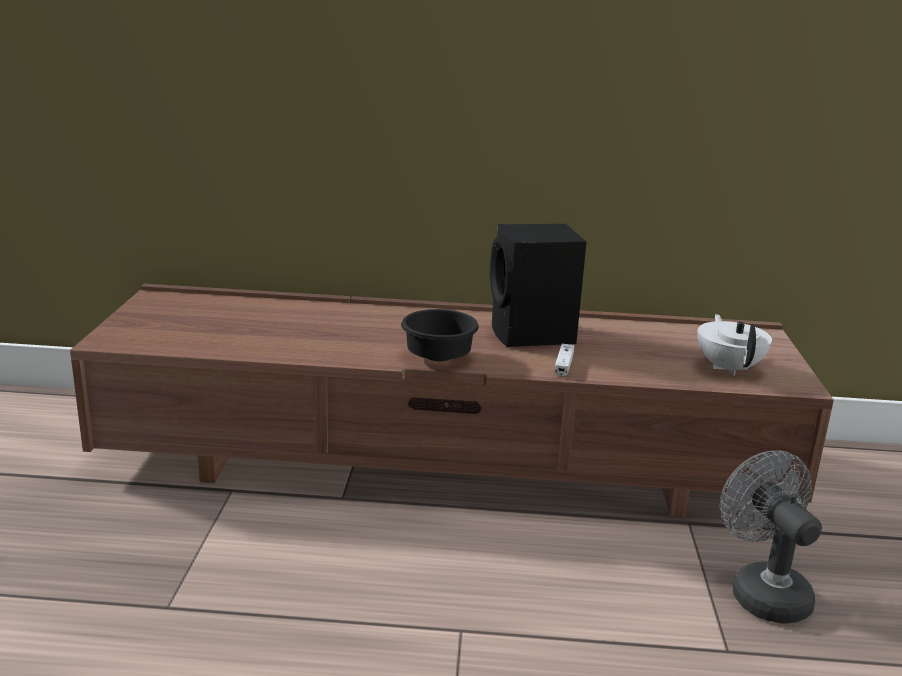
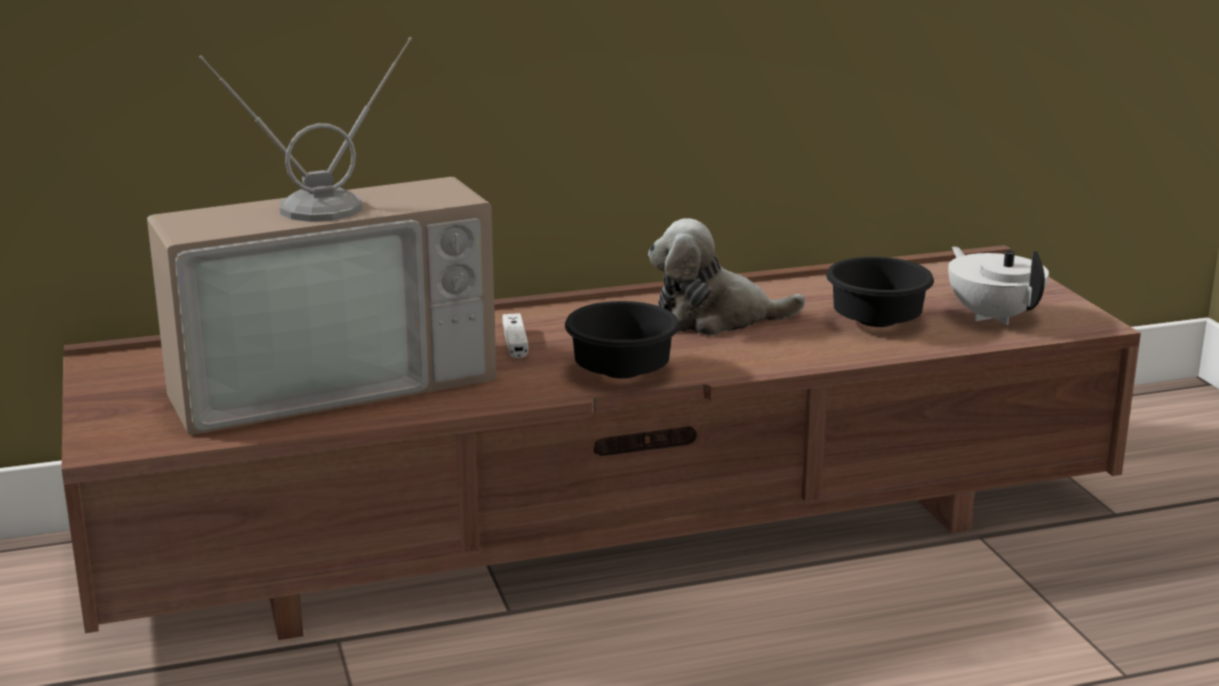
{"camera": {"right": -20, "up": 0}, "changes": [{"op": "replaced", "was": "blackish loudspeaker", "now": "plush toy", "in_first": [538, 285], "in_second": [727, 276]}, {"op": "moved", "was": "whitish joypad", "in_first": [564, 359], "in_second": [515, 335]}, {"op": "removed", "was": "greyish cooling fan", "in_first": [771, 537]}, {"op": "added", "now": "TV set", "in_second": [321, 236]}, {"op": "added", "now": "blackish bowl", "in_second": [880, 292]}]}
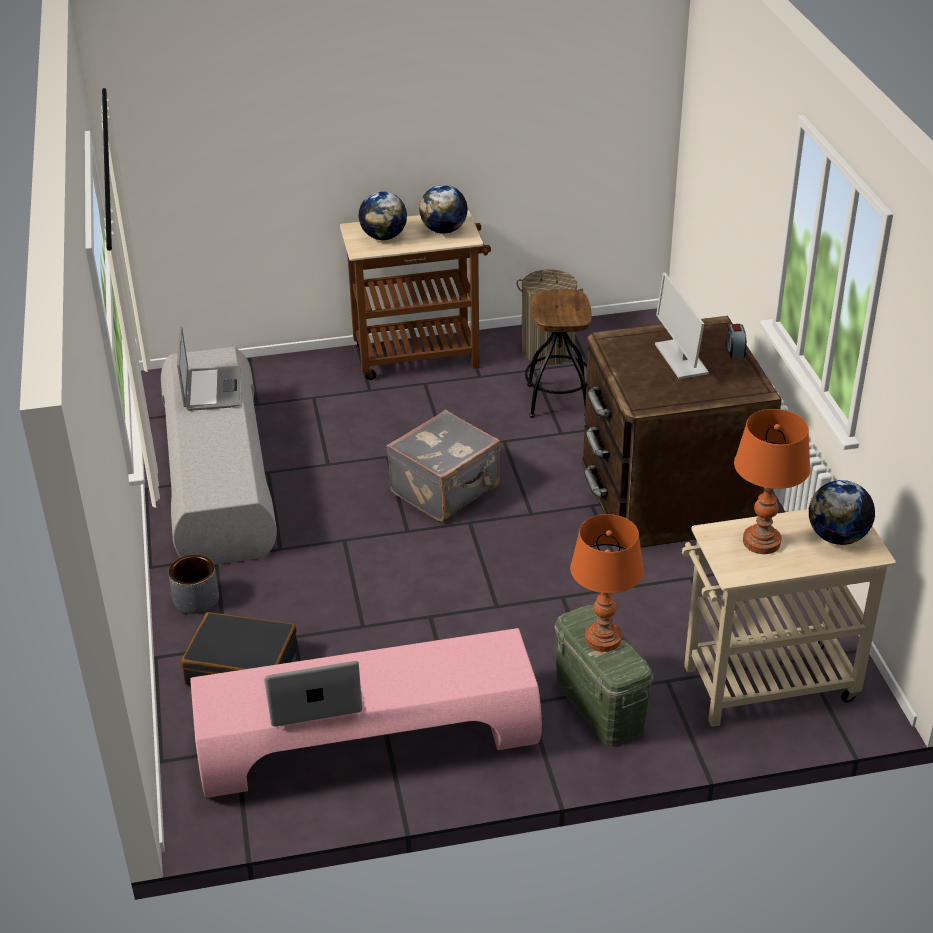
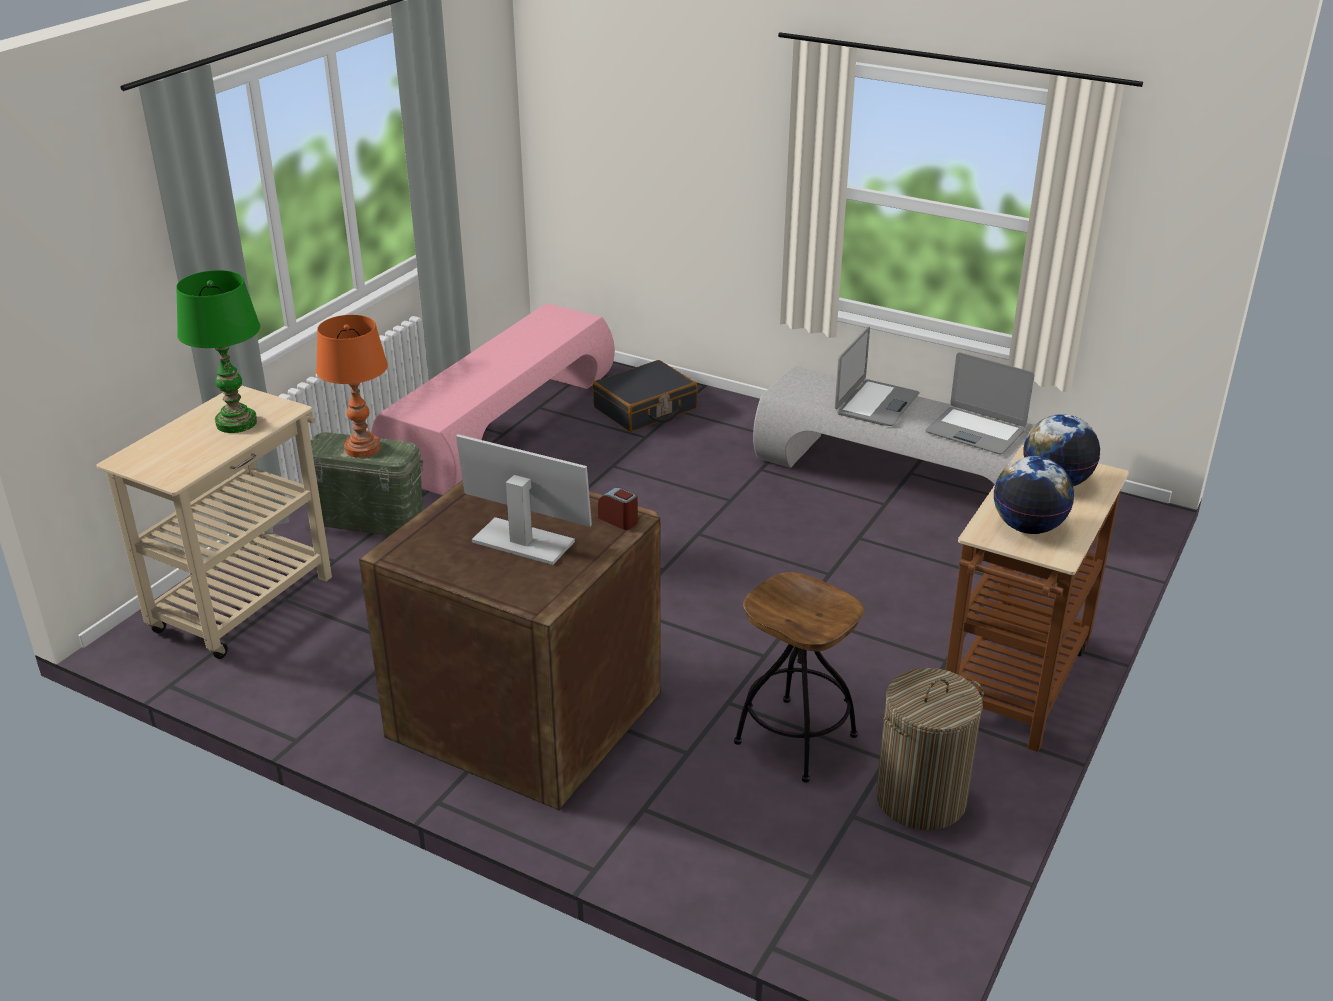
{"camera": {"right": 130, "up": -5}, "changes": [{"op": "moved", "was": "table clock", "in_first": [736, 341], "in_second": [618, 508]}, {"op": "recoloured", "was": "orangey table lamp", "now": "green table lamp", "in_first": [772, 481], "in_second": [218, 351]}, {"op": "removed", "was": "greyish suitcase", "in_first": [443, 466]}, {"op": "removed", "was": "globe", "in_first": [842, 512]}, {"op": "removed", "was": "greyish planter", "in_first": [193, 584]}, {"op": "moved", "was": "notebook computer", "in_first": [313, 694], "in_second": [877, 376]}]}
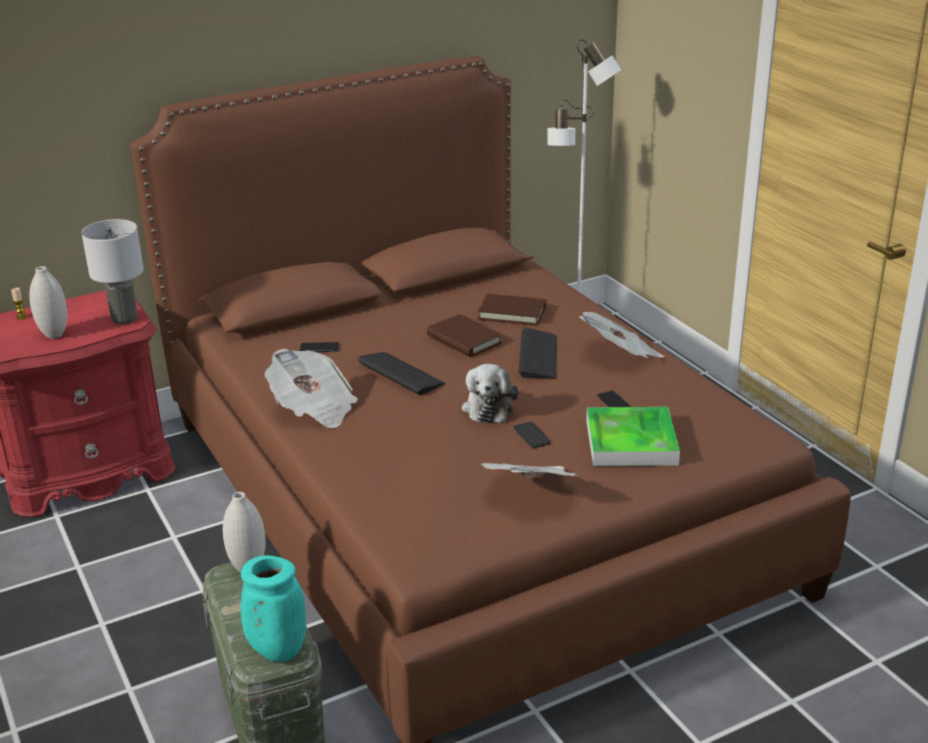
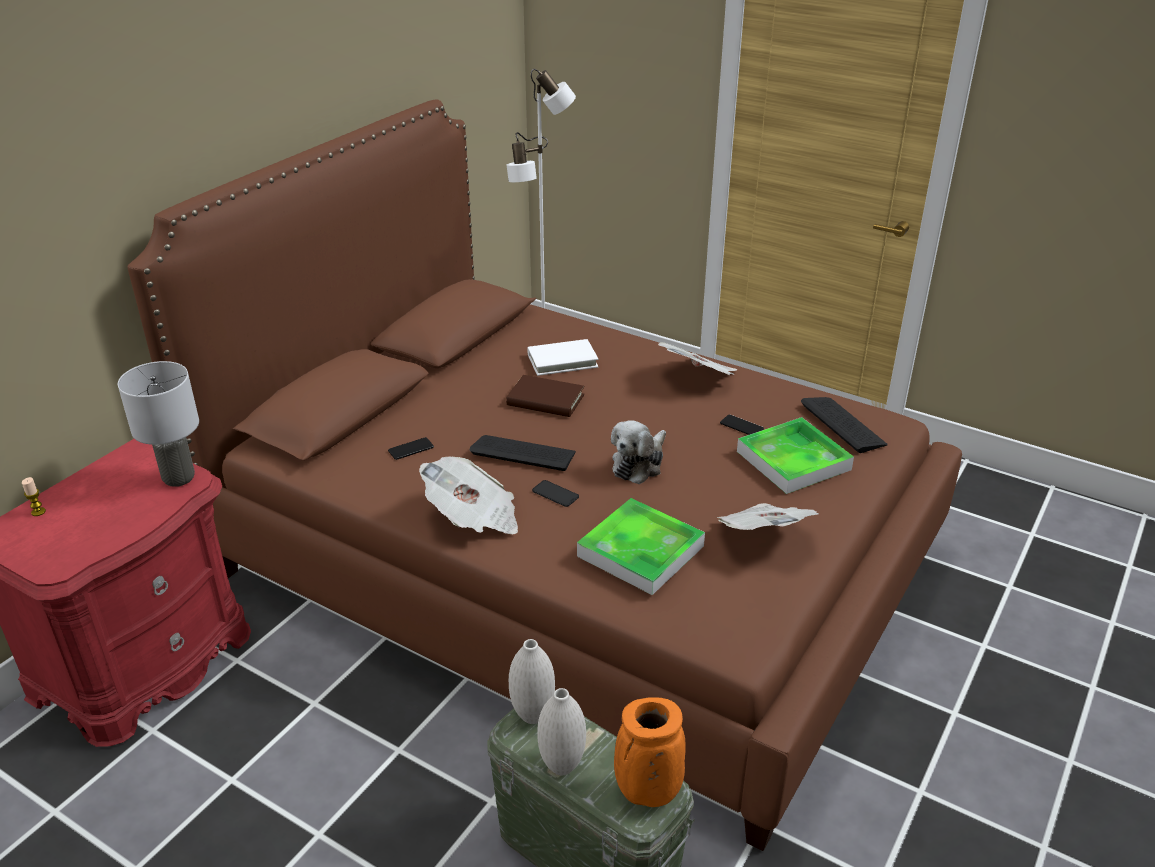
{"camera": {"right": -30, "up": 5}, "changes": [{"op": "moved", "was": "whitish flower vase", "in_first": [48, 302], "in_second": [561, 731]}, {"op": "recoloured", "was": "brown-coloured volume", "now": "whitish volume", "in_first": [512, 310], "in_second": [563, 357]}, {"op": "moved", "was": "computer keyboard", "in_first": [538, 353], "in_second": [844, 425]}, {"op": "turned", "was": "plush toy", "in_first": [490, 393], "in_second": [638, 452], "clockwise": 60}, {"op": "moved", "was": "telephone", "in_first": [532, 435], "in_second": [555, 493]}, {"op": "recoloured", "was": "turquoise flower vase", "now": "orangey flower vase", "in_first": [273, 609], "in_second": [650, 752]}, {"op": "added", "now": "serving tray", "in_second": [641, 546]}]}
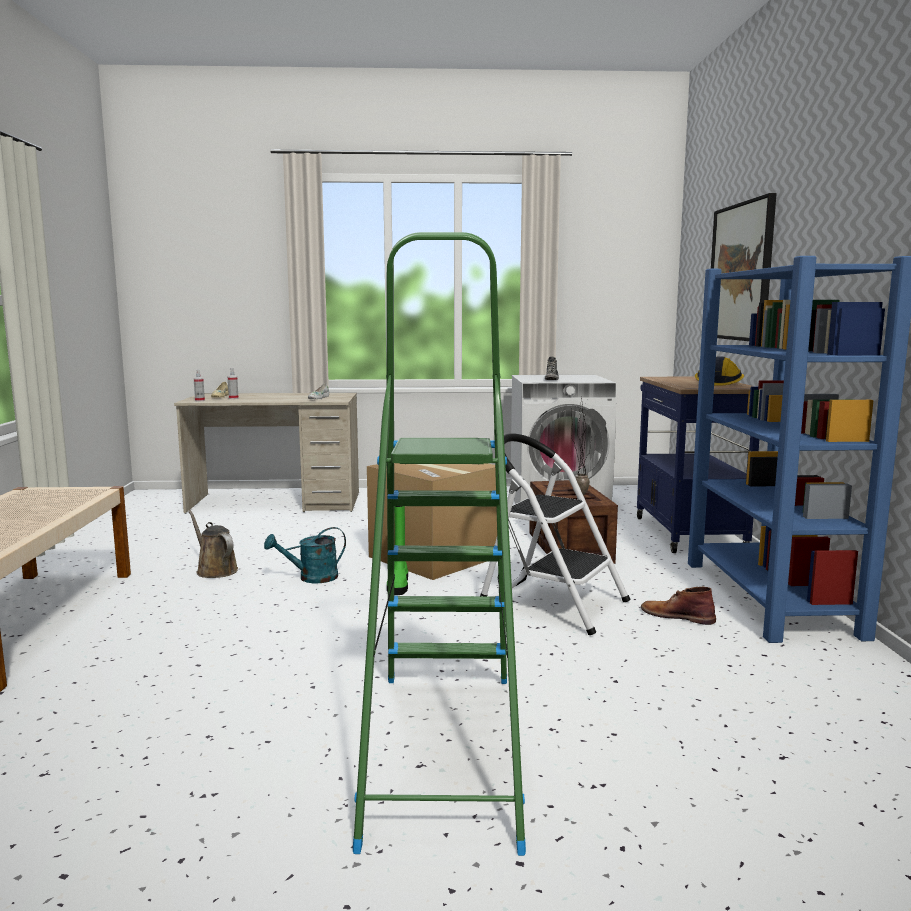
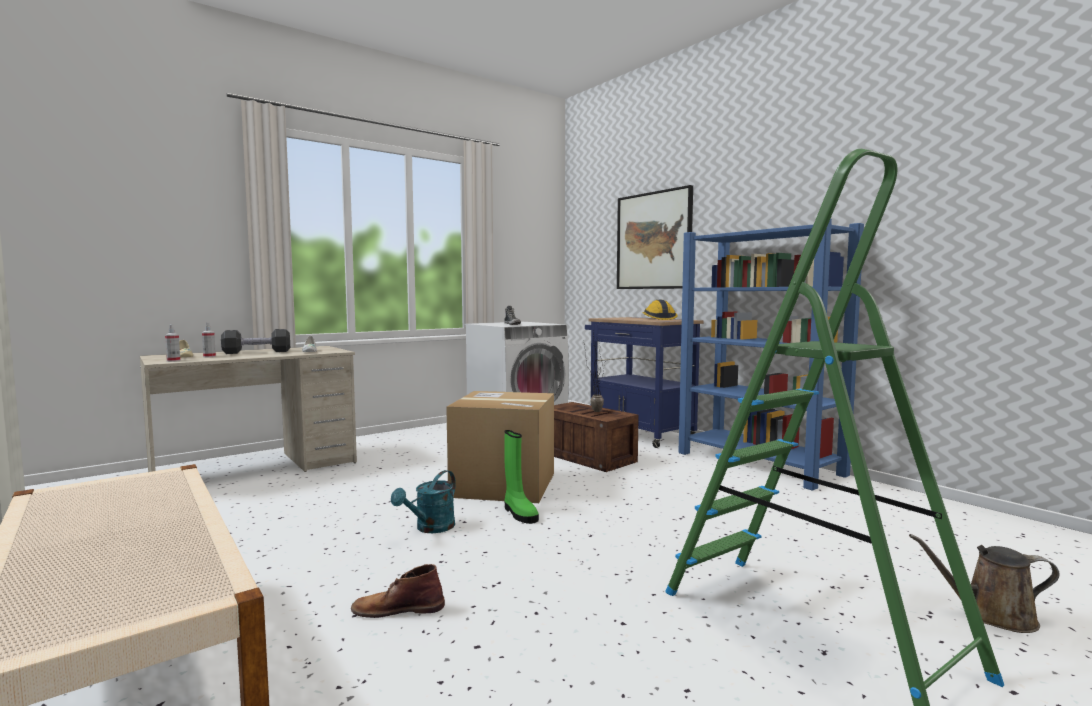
{"camera": {"right": -35, "up": -5}, "changes": [{"op": "removed", "was": "step stool", "in_first": [555, 534]}, {"op": "moved", "was": "brown-coloured watering pot", "in_first": [213, 544], "in_second": [984, 583]}, {"op": "moved", "was": "brown-coloured high-top boot", "in_first": [678, 605], "in_second": [398, 591]}, {"op": "added", "now": "blackish dumbbell", "in_second": [255, 341]}]}
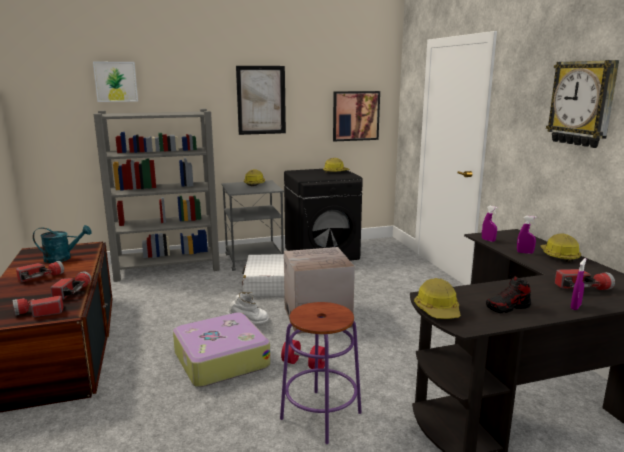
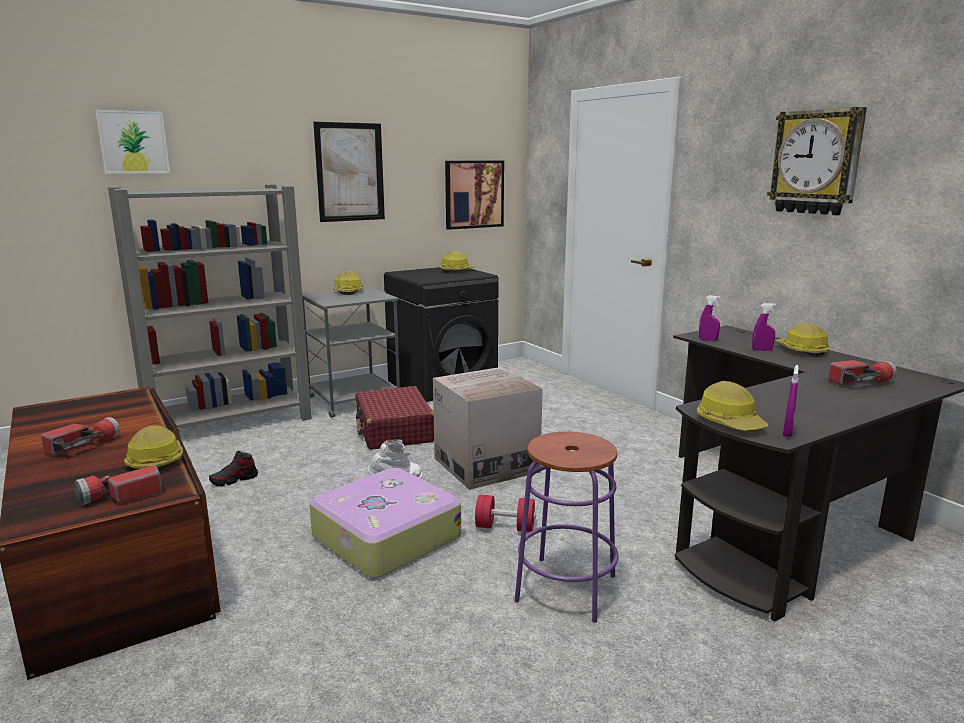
{"camera": {"right": -15, "up": 0}, "changes": [{"op": "removed", "was": "turquoise watering pot", "in_first": [62, 244]}, {"op": "recoloured", "was": "whitish suitcase", "now": "reddish suitcase", "in_first": [263, 275], "in_second": [395, 418]}, {"op": "moved", "was": "purplish sprayer", "in_first": [579, 284], "in_second": [791, 401]}, {"op": "replaced", "was": "flashlight", "now": "work helmet", "in_first": [71, 285], "in_second": [153, 448]}, {"op": "moved", "was": "low shoe", "in_first": [508, 294], "in_second": [233, 469]}]}
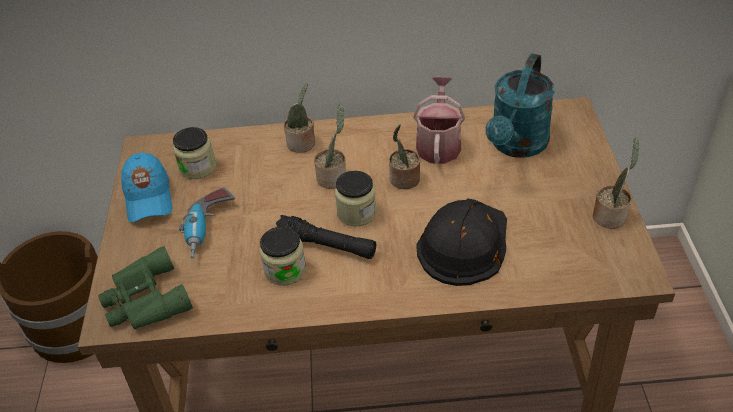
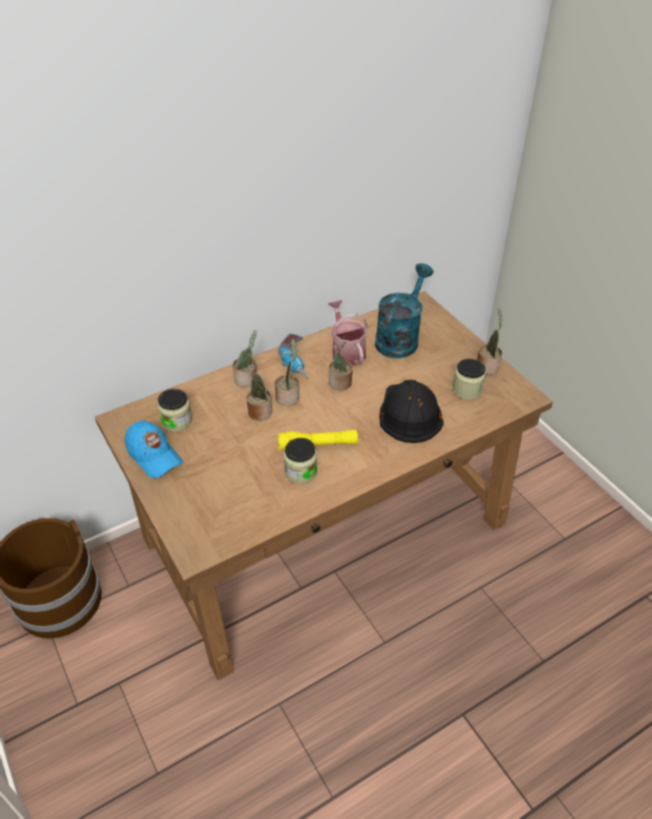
{"camera": {"right": -30, "up": 0}, "changes": [{"op": "turned", "was": "turquoise watering pot", "in_first": [520, 105], "in_second": [404, 310], "clockwise": -150}, {"op": "moved", "was": "storage jar", "in_first": [356, 198], "in_second": [469, 379]}, {"op": "moved", "was": "drill", "in_first": [207, 223], "in_second": [293, 356]}, {"op": "recoloured", "was": "blackish flashlight", "now": "yellowish flashlight", "in_first": [326, 237], "in_second": [318, 440]}, {"op": "removed", "was": "green binoculars", "in_first": [145, 287]}, {"op": "added", "now": "plant in a pot", "in_second": [259, 387]}]}
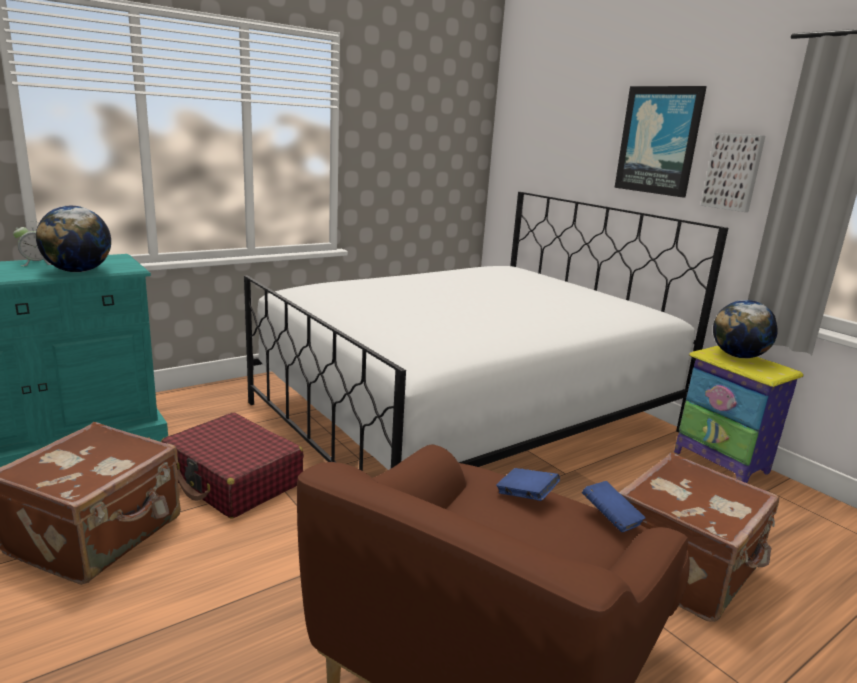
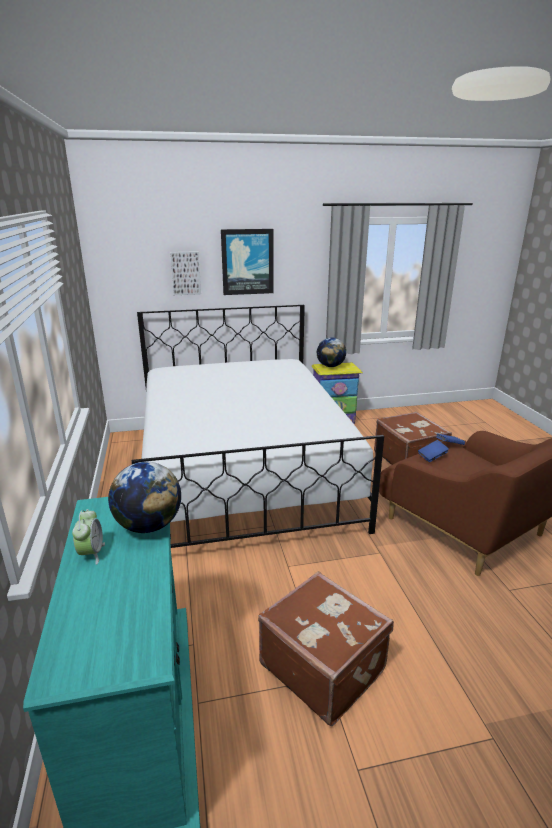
{"camera": {"right": -65, "up": 5}, "changes": [{"op": "moved", "was": "wall picture", "in_first": [733, 172], "in_second": [185, 273]}, {"op": "removed", "was": "reddish suitcase", "in_first": [232, 466]}]}
